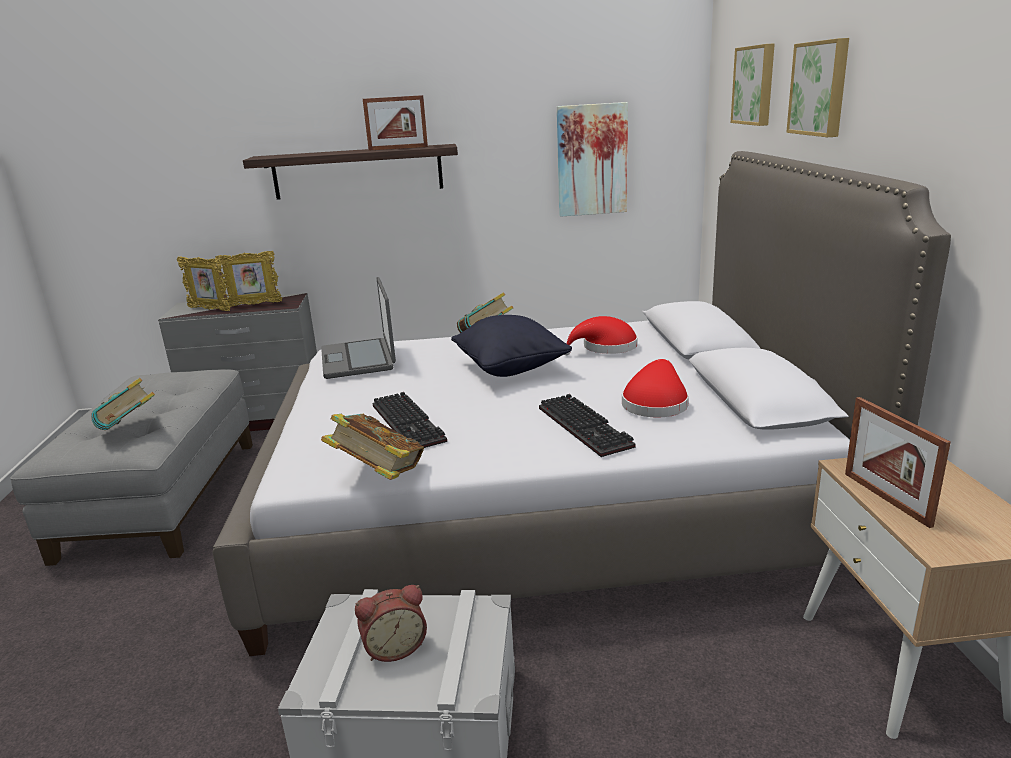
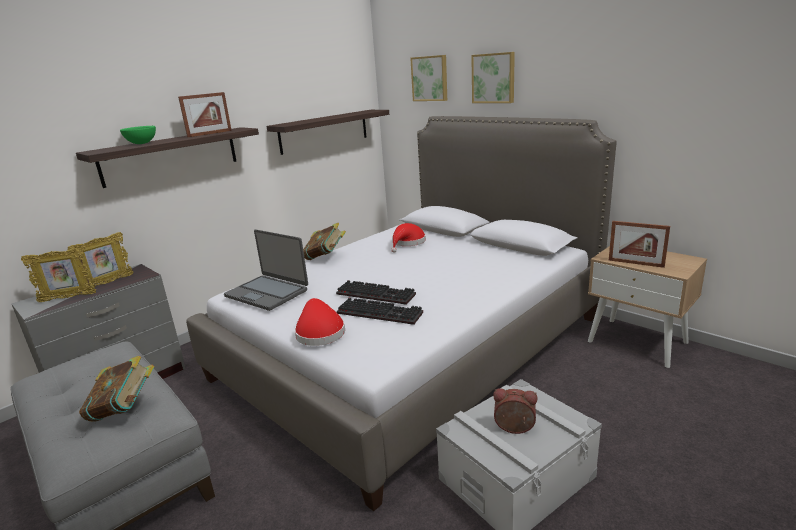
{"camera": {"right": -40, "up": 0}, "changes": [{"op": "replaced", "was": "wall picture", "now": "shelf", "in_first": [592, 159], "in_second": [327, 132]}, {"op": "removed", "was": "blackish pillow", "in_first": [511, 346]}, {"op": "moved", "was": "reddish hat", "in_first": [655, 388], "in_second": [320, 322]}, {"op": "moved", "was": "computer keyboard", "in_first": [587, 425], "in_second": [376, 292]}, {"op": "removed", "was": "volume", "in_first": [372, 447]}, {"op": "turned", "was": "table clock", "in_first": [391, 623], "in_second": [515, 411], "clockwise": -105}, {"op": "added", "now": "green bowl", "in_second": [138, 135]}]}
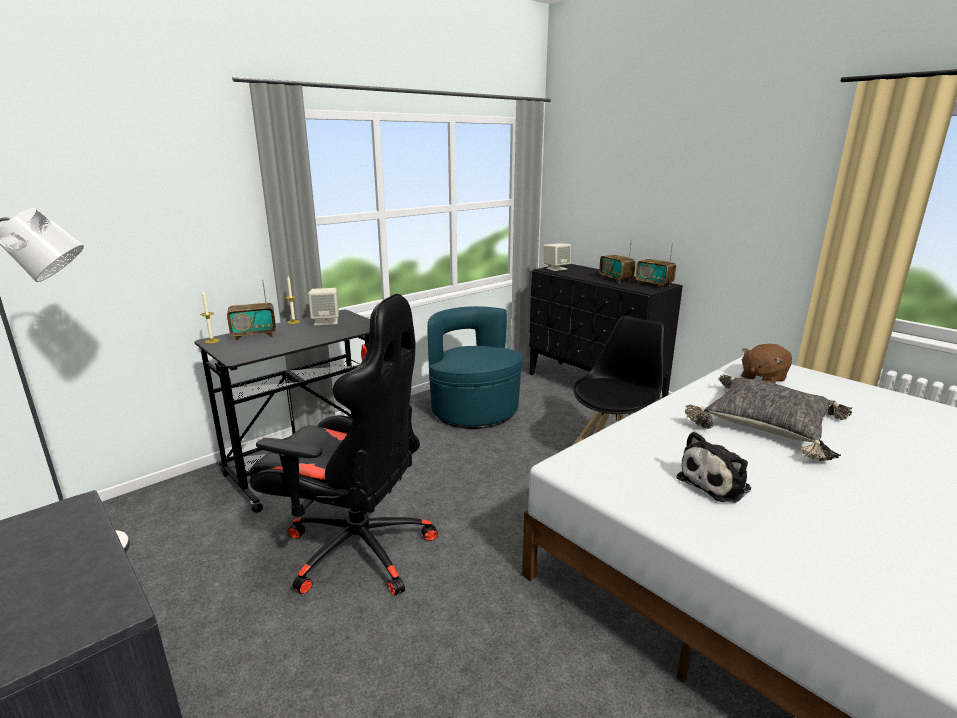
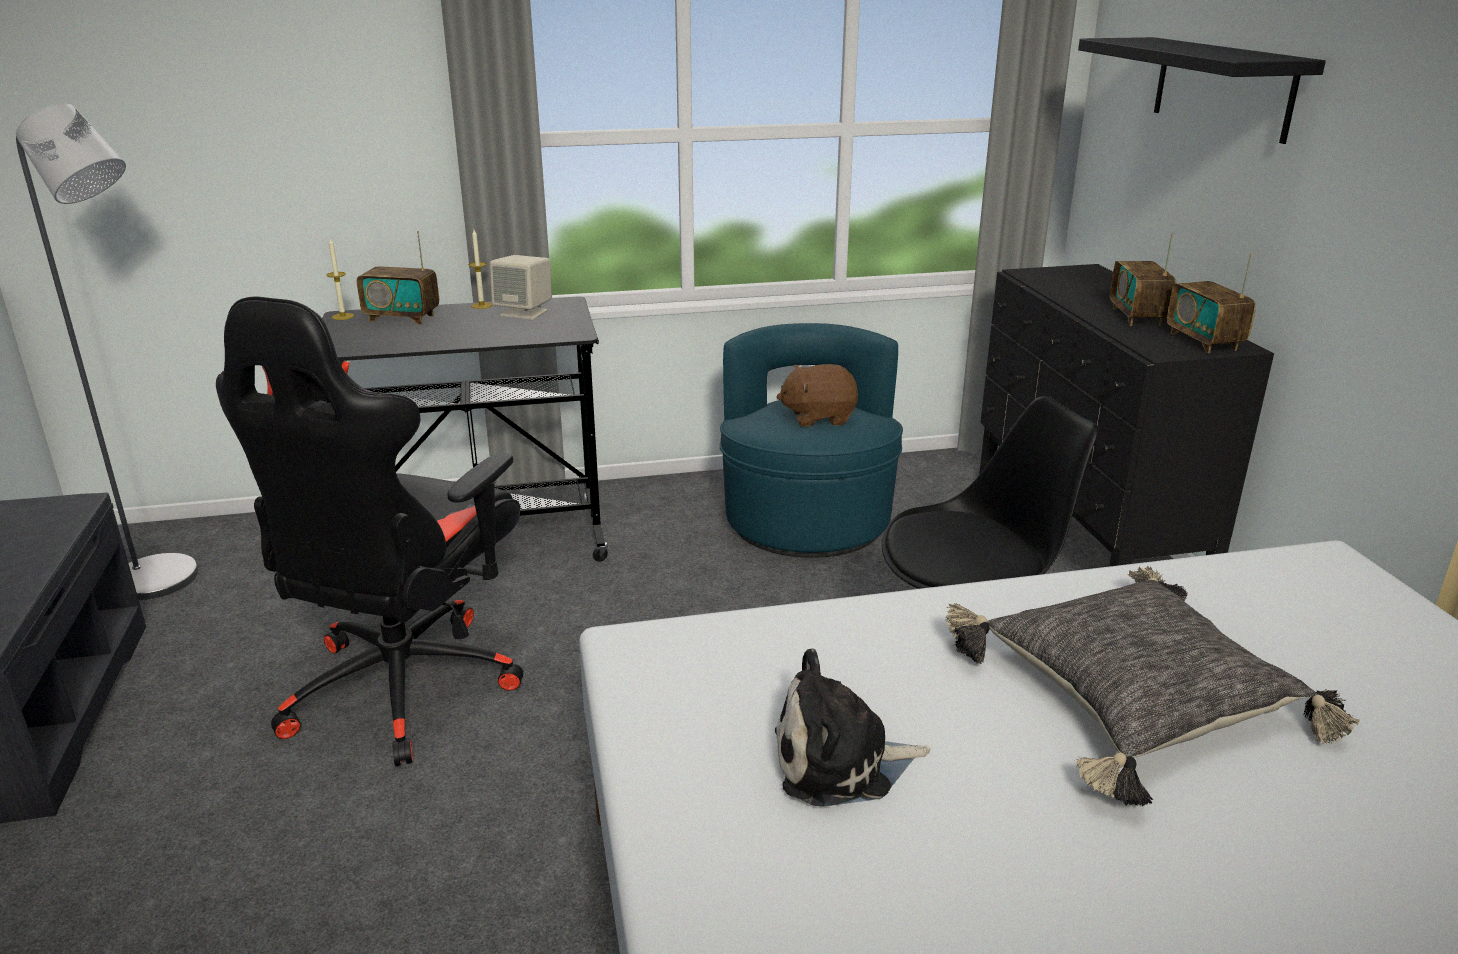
{"camera": {"right": 30, "up": 5}, "changes": [{"op": "removed", "was": "beige-coloured loudspeaker", "in_first": [557, 257]}, {"op": "turned", "was": "blackish office chair", "in_first": [343, 445], "in_second": [369, 531], "clockwise": 60}, {"op": "moved", "was": "brown-coloured plush toy", "in_first": [766, 363], "in_second": [817, 395]}, {"op": "added", "now": "blackish shelf", "in_second": [1202, 90]}]}
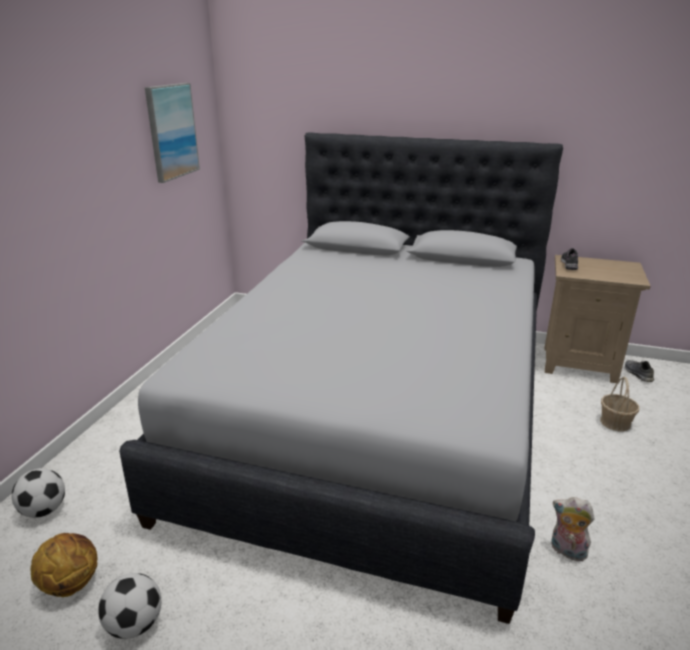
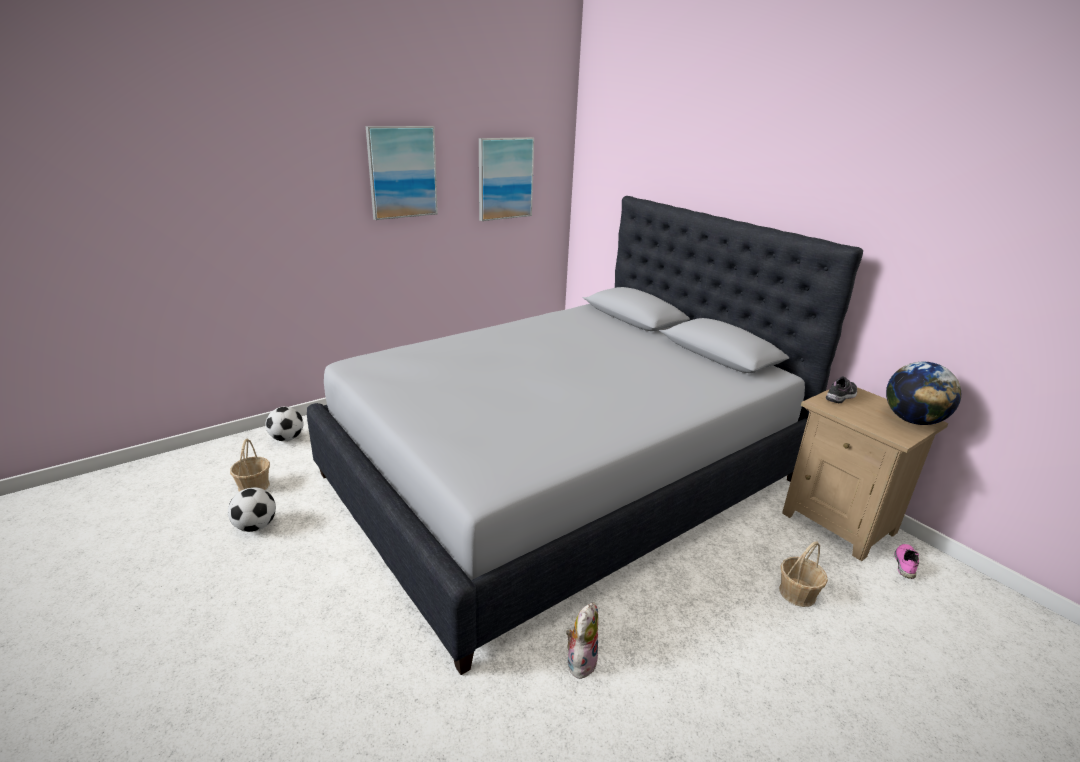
{"camera": {"right": 35, "up": 0}, "changes": [{"op": "recoloured", "was": "greyish low shoe", "now": "pink-coloured low shoe", "in_first": [639, 371], "in_second": [906, 561]}, {"op": "turned", "was": "plush toy", "in_first": [573, 529], "in_second": [582, 640], "clockwise": 45}, {"op": "replaced", "was": "basketball", "now": "basket", "in_first": [64, 565], "in_second": [250, 465]}, {"op": "added", "now": "wall picture", "in_second": [402, 173]}, {"op": "added", "now": "globe", "in_second": [923, 393]}]}
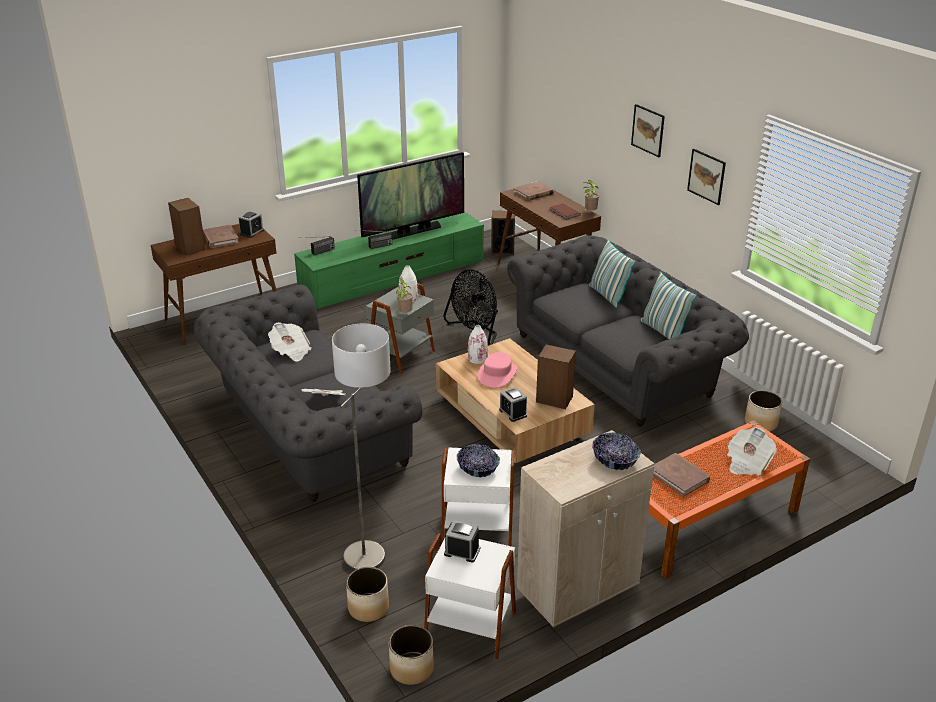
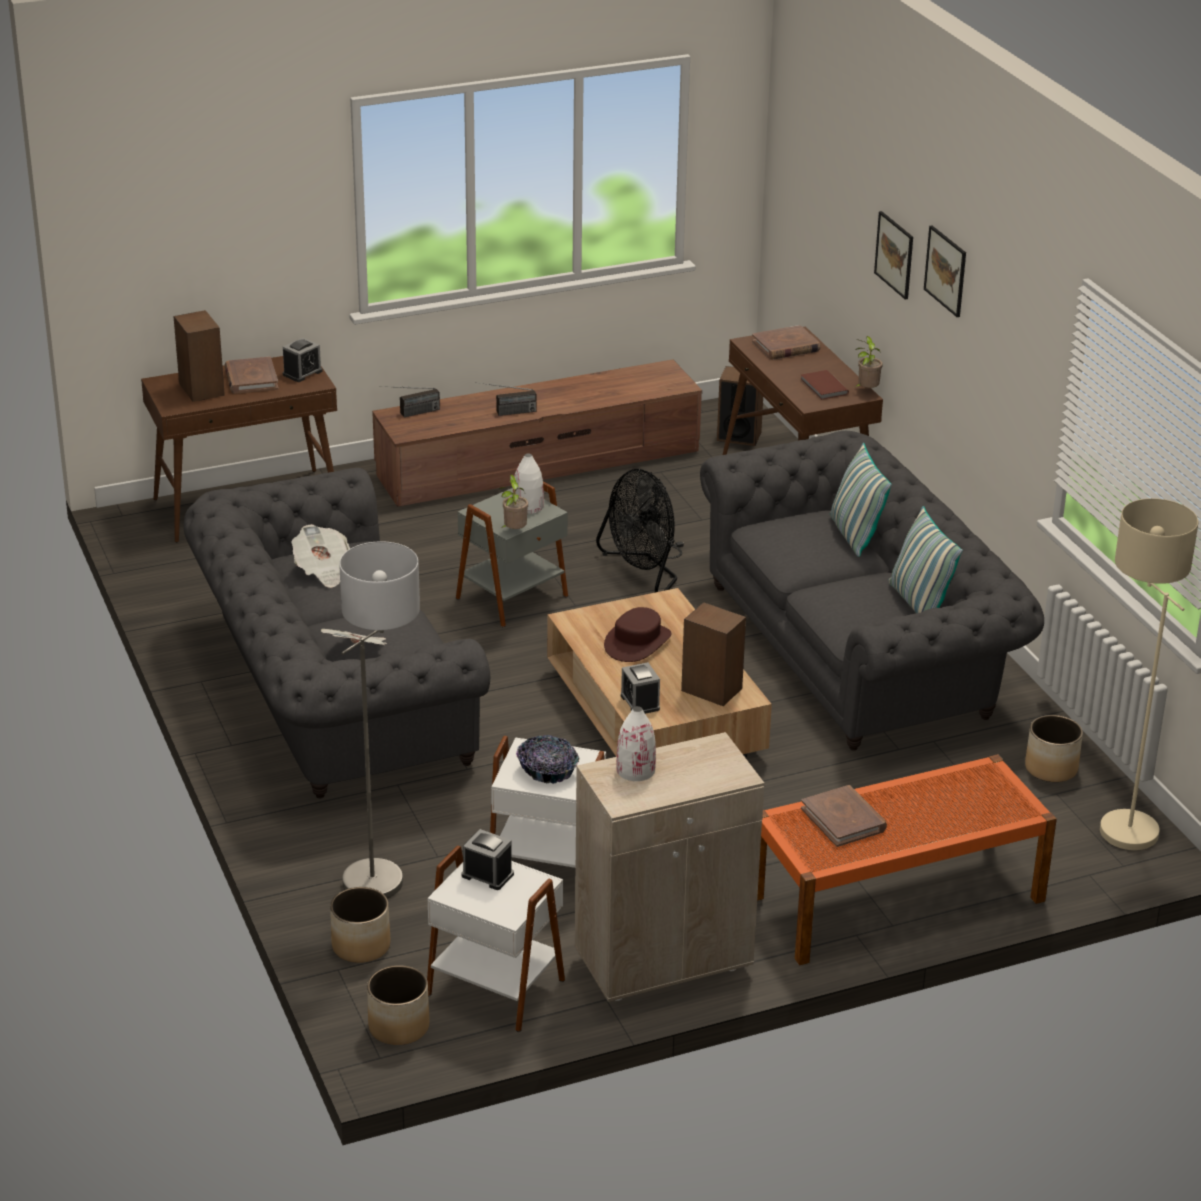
{"camera": {"right": 10, "up": 0}, "changes": [{"op": "moved", "was": "wall picture", "in_first": [706, 177], "in_second": [893, 255]}, {"op": "removed", "was": "TV set", "in_first": [410, 196]}, {"op": "recoloured", "was": "green media console", "now": "brown-coloured media console", "in_first": [389, 260], "in_second": [537, 433]}, {"op": "moved", "was": "whitish flower vase", "in_first": [478, 344], "in_second": [636, 743]}, {"op": "recoloured", "was": "pink-coloured hat", "now": "brown-coloured hat", "in_first": [498, 370], "in_second": [638, 634]}, {"op": "removed", "was": "newspaper", "in_first": [752, 451]}, {"op": "removed", "was": "bowl", "in_first": [616, 451]}, {"op": "added", "now": "beige-coloured standard lamp", "in_second": [1149, 674]}]}
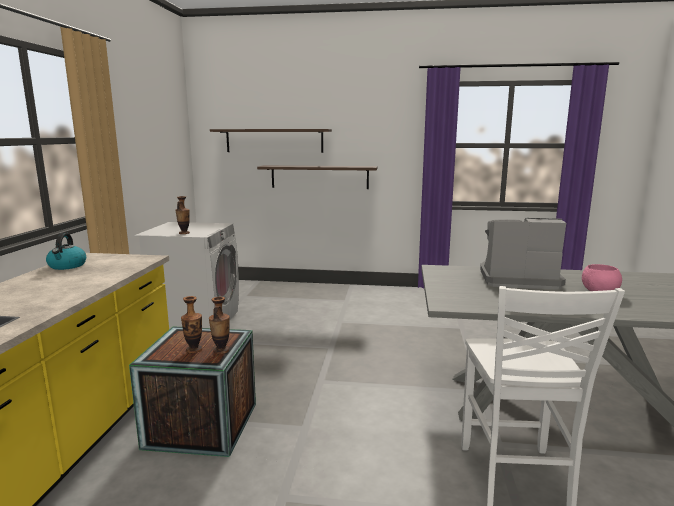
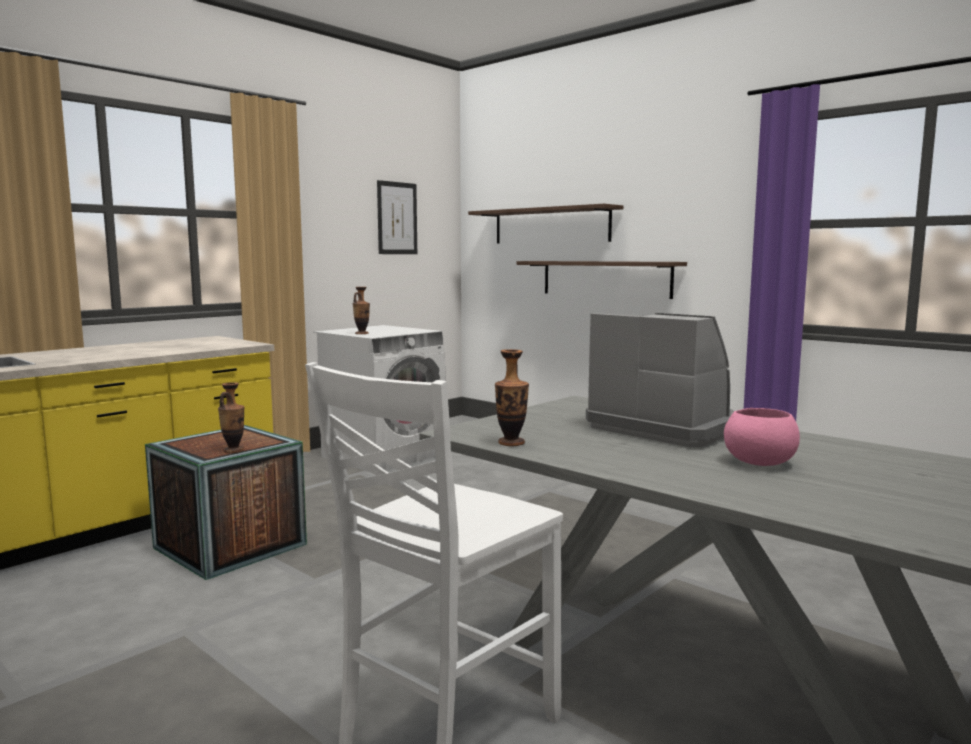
{"camera": {"right": 35, "up": -5}, "changes": [{"op": "removed", "was": "tea kettle", "in_first": [66, 251]}, {"op": "moved", "was": "flower vase", "in_first": [191, 324], "in_second": [512, 397]}, {"op": "added", "now": "wall picture", "in_second": [397, 217]}]}
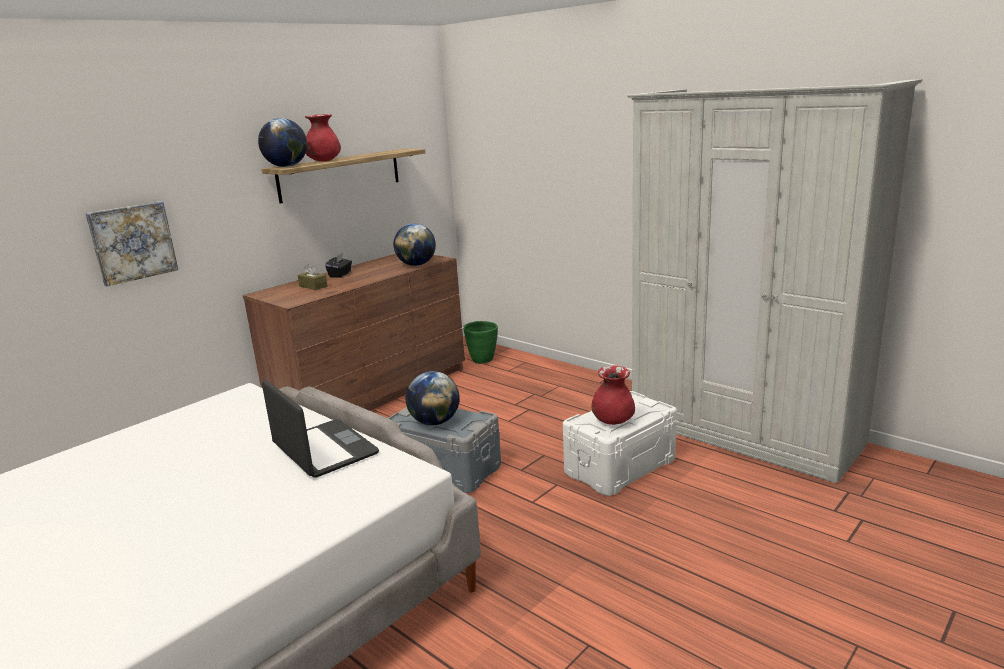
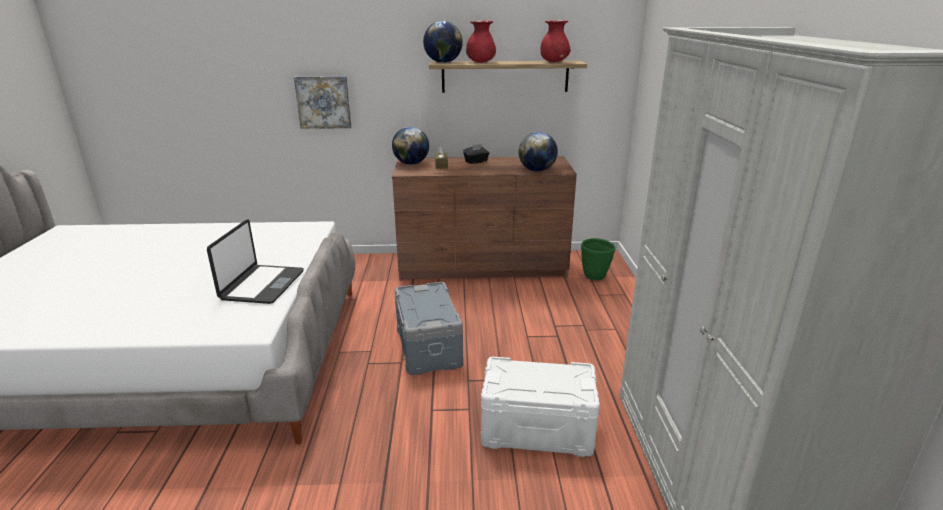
{"camera": {"right": 45, "up": 5}, "changes": [{"op": "moved", "was": "reddish flower vase", "in_first": [613, 395], "in_second": [555, 41]}, {"op": "moved", "was": "globe", "in_first": [433, 398], "in_second": [410, 146]}]}
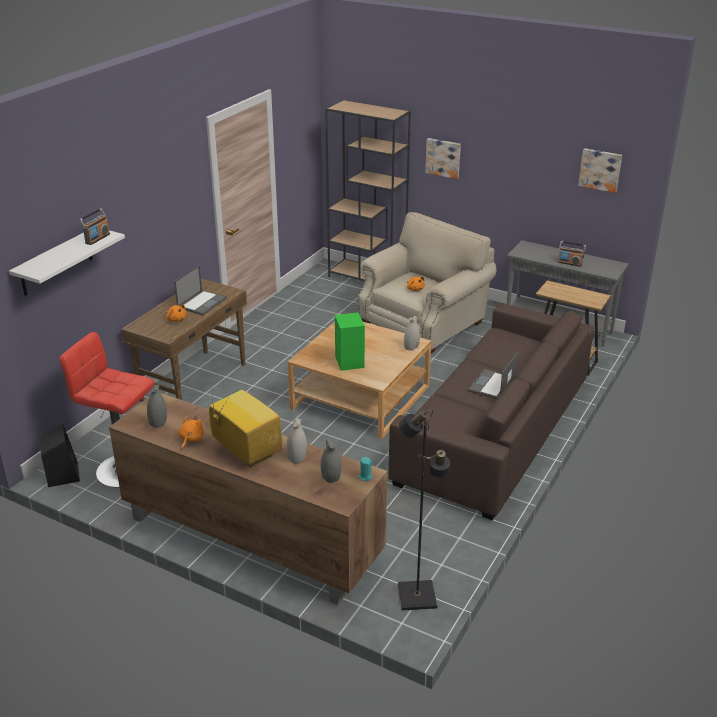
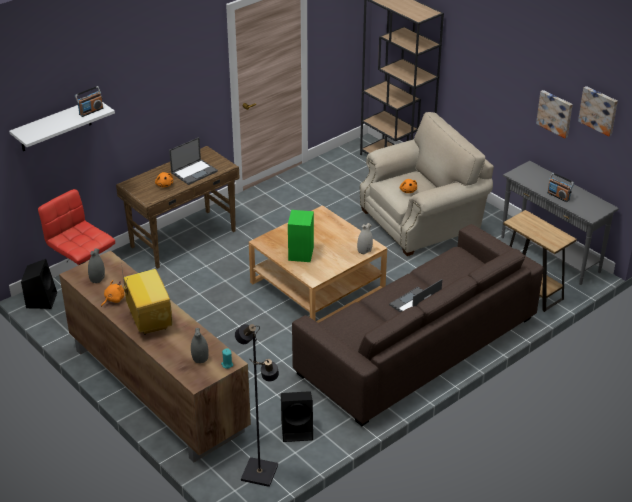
{"camera": {"right": 20, "up": 5}, "changes": [{"op": "moved", "was": "wall picture", "in_first": [443, 158], "in_second": [554, 114]}, {"op": "removed", "was": "whitish flower vase", "in_first": [297, 441]}, {"op": "added", "now": "blackish loudspeaker", "in_second": [297, 416]}]}
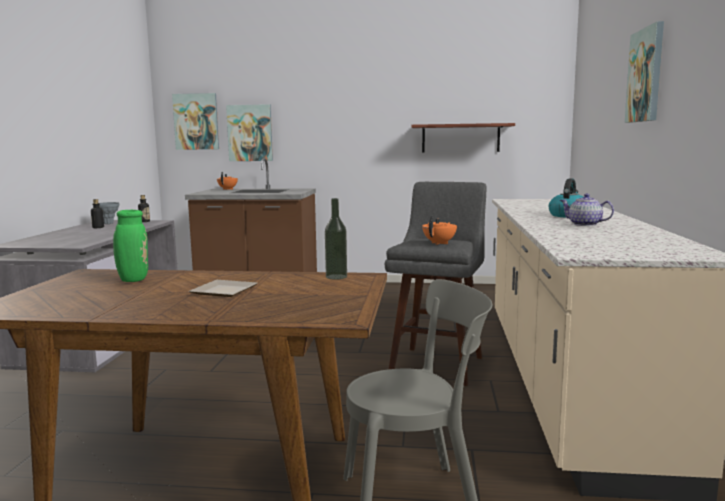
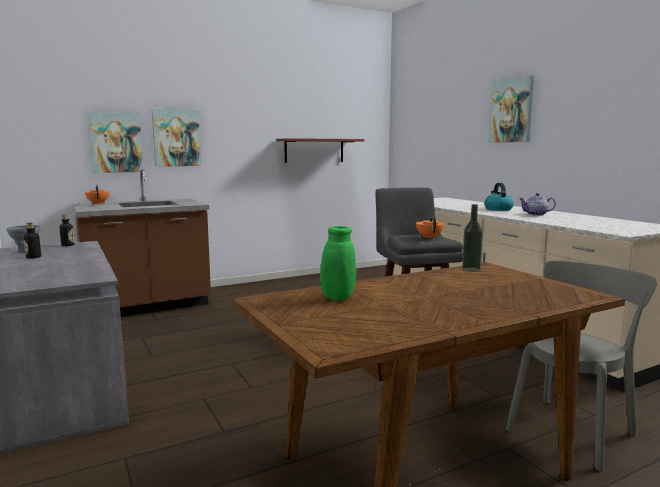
{"camera": {"right": -35, "up": 0}, "changes": [{"op": "moved", "was": "wall picture", "in_first": [195, 121], "in_second": [176, 137]}, {"op": "removed", "was": "plate", "in_first": [223, 288]}]}
